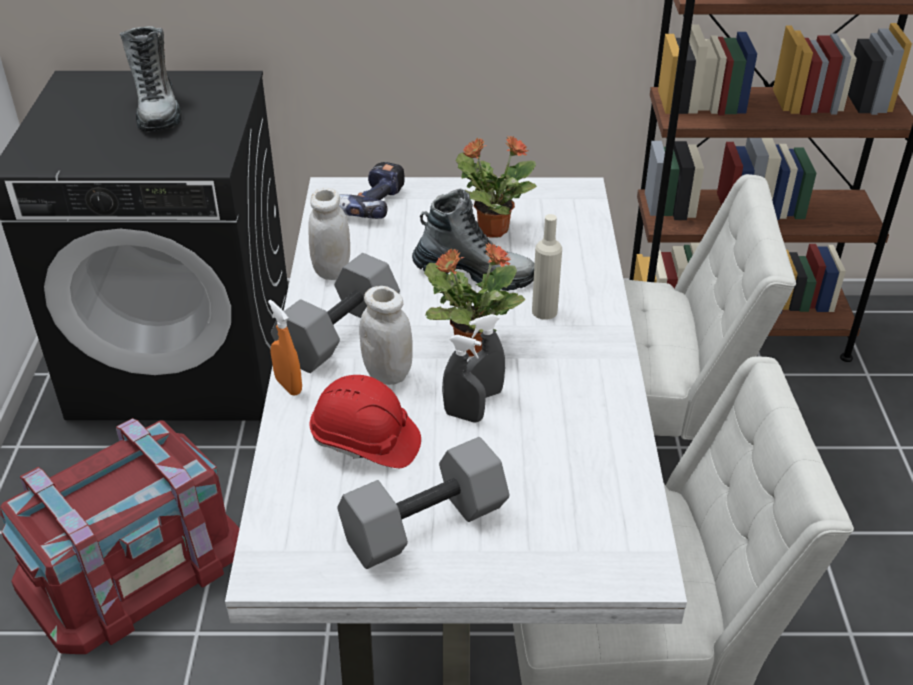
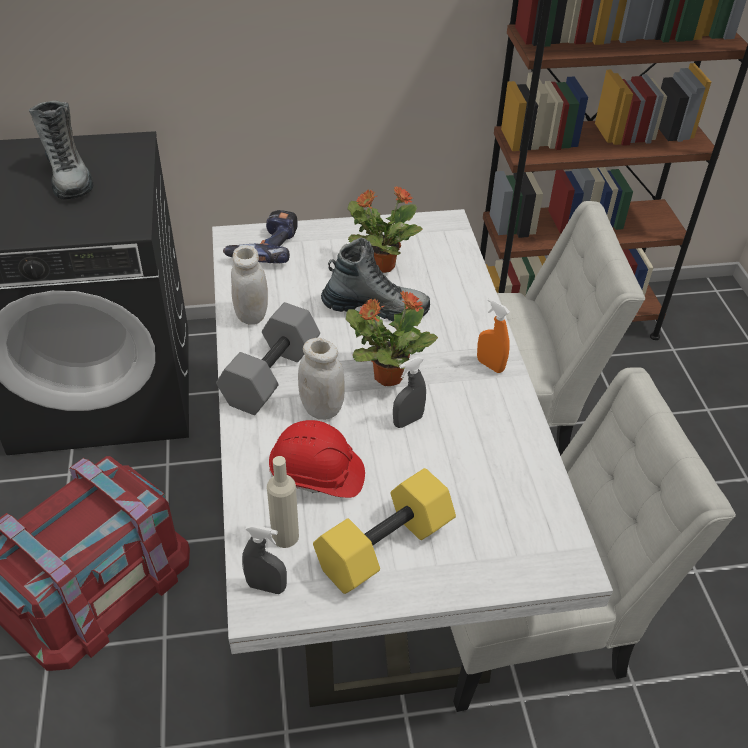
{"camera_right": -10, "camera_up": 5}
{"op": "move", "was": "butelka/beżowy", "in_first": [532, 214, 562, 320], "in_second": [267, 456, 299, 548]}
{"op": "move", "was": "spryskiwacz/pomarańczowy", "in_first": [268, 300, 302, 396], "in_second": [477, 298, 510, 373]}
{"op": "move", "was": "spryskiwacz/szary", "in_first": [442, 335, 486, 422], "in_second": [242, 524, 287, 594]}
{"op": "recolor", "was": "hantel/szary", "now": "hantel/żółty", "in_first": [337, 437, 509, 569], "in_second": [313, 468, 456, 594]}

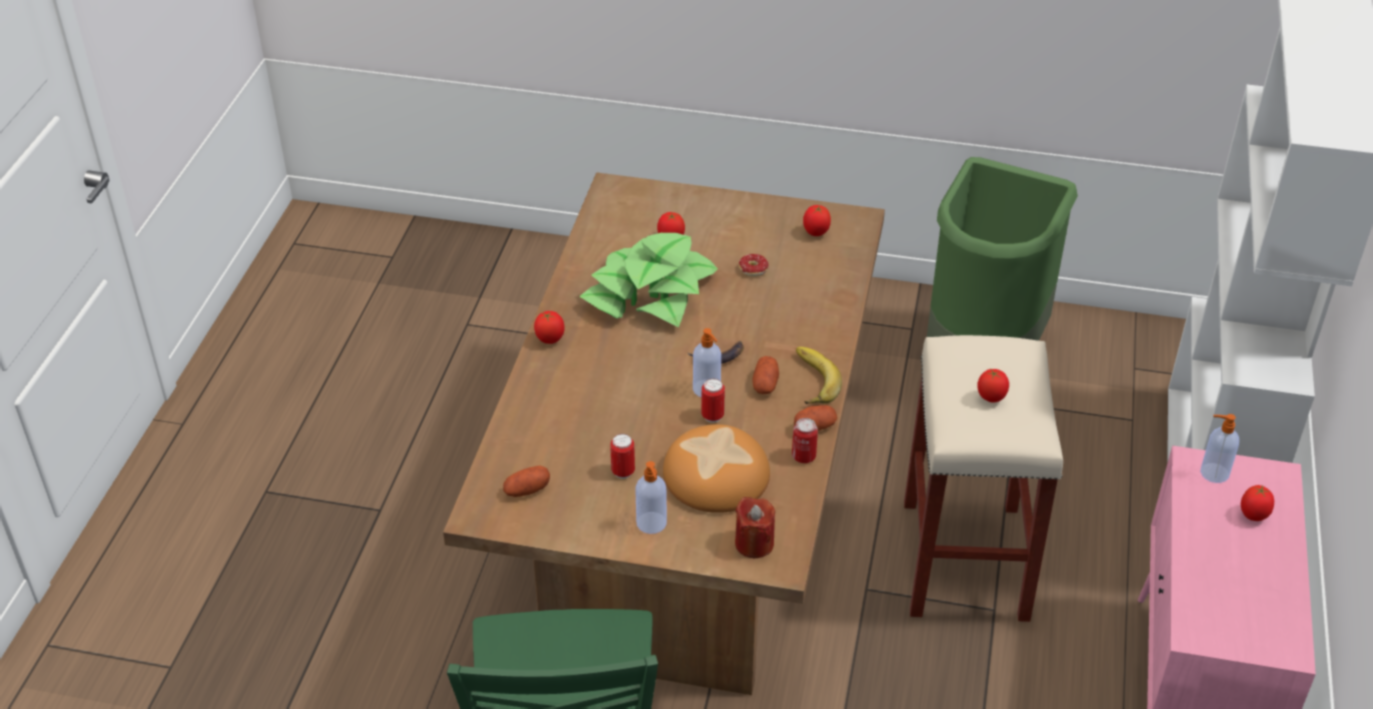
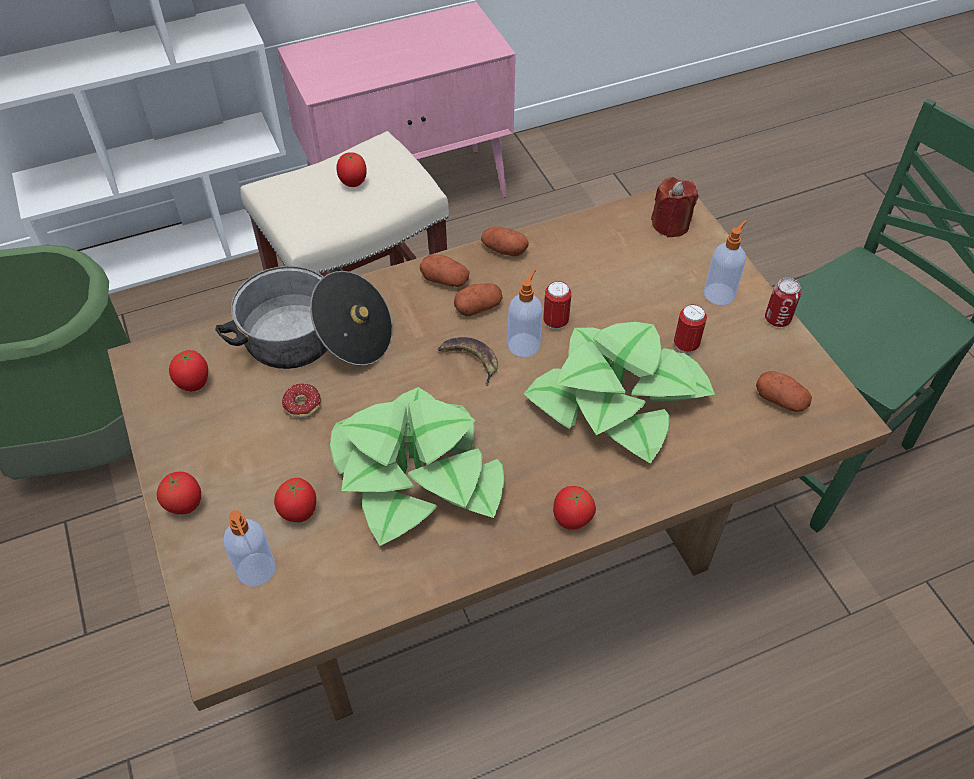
{"camera_right": -125, "camera_up": 10}
{"op": "replace", "was": "banan", "now": "ziemniak", "in_first": [796, 347, 842, 404], "in_second": [420, 254, 470, 287]}
{"op": "move", "was": "dozownik mydła", "in_first": [1200, 414, 1239, 483], "in_second": [224, 510, 276, 587]}
{"op": "move", "was": "puszka", "in_first": [792, 418, 818, 463], "in_second": [765, 278, 801, 327]}
{"op": "delete", "was": "chleb", "in_first": [663, 424, 770, 513]}
{"op": "move", "was": "pomidor", "in_first": [1241, 485, 1274, 521], "in_second": [157, 472, 201, 514]}
{"op": "insert", "now": "garnek", "in_second": [215, 266, 393, 369]}
{"op": "insert", "now": "roślina doniczkowa", "in_second": [524, 322, 715, 464]}

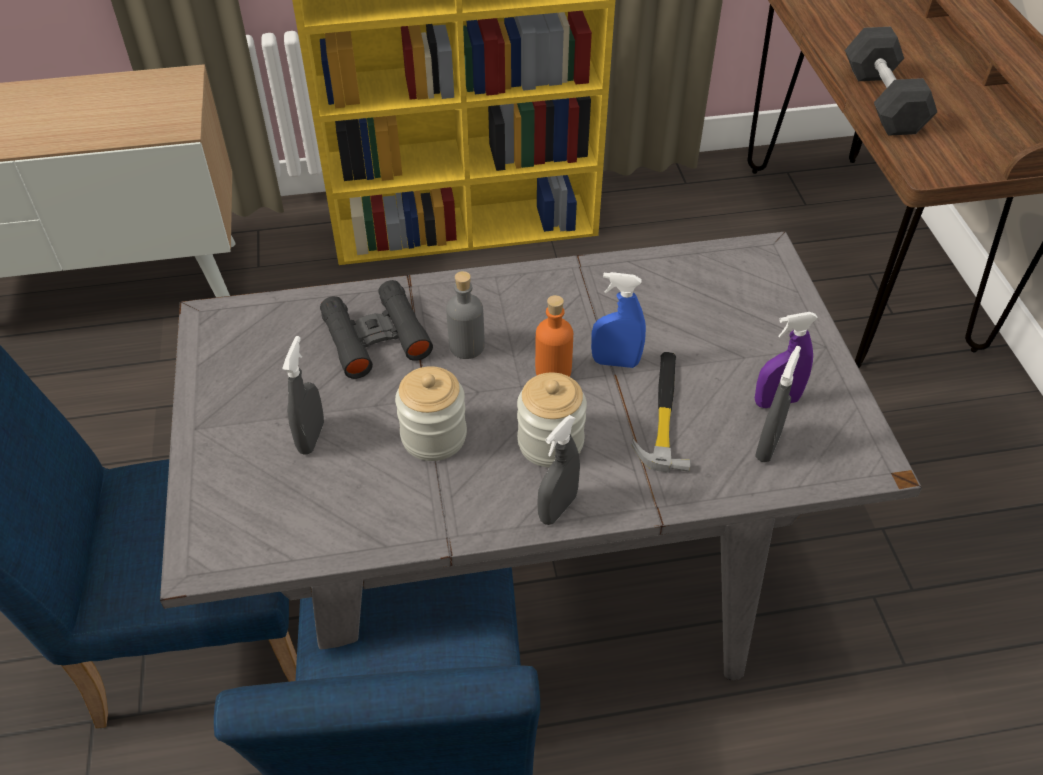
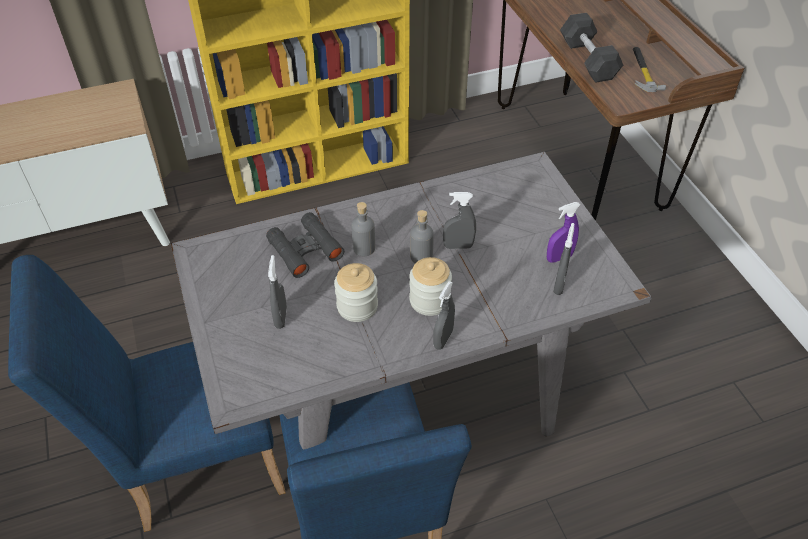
{"camera_right": -10, "camera_up": 0}
{"op": "recolor", "was": "spryskiwacz/niebieski", "now": "spryskiwacz/szary", "in_first": [591, 272, 646, 368], "in_second": [443, 192, 476, 249]}
{"op": "recolor", "was": "butelka/pomarańczowy", "now": "butelka/szary", "in_first": [535, 295, 573, 377], "in_second": [410, 210, 434, 263]}
{"op": "move", "was": "młotek", "in_first": [632, 352, 691, 473], "in_second": [633, 47, 666, 92]}

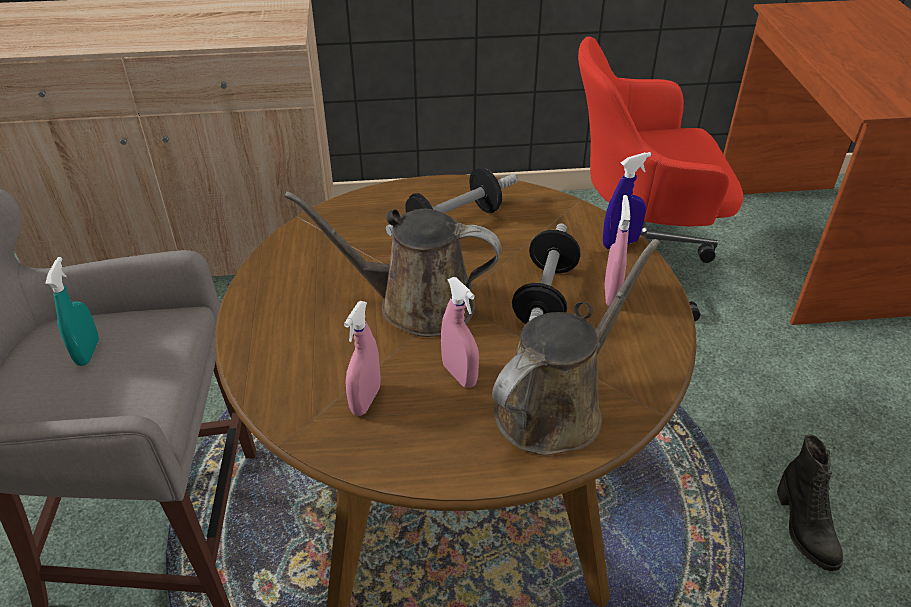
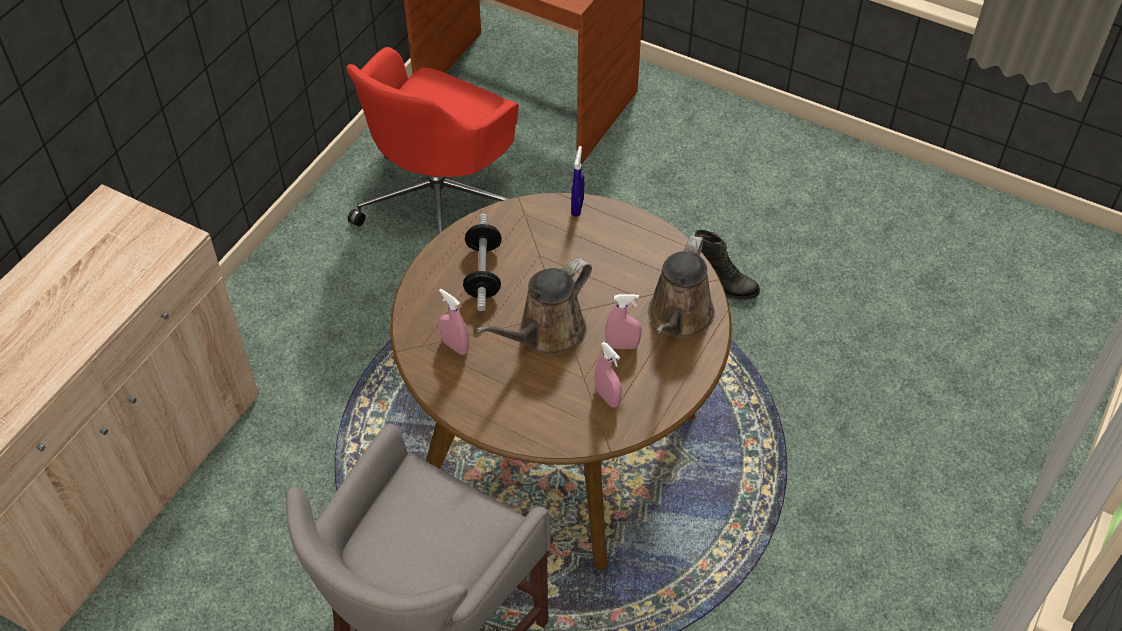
{"camera_right": -55, "camera_up": 10}
{"op": "move", "was": "spryskiwacz/różowy", "in_first": [605, 195, 630, 306], "in_second": [439, 289, 469, 355]}
{"op": "delete", "was": "hantel", "in_first": [512, 223, 581, 324]}
{"op": "rotate", "was": "konewka/brązowy", "in_first": [492, 239, 660, 455], "in_second": [648, 235, 715, 338], "clockwise": -150}
{"op": "delete", "was": "spryskiwacz/turkusowy", "in_first": [45, 257, 99, 366]}

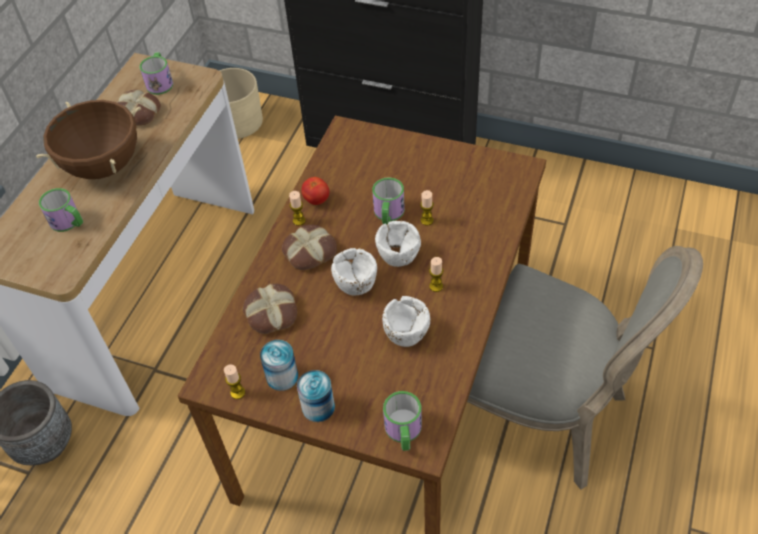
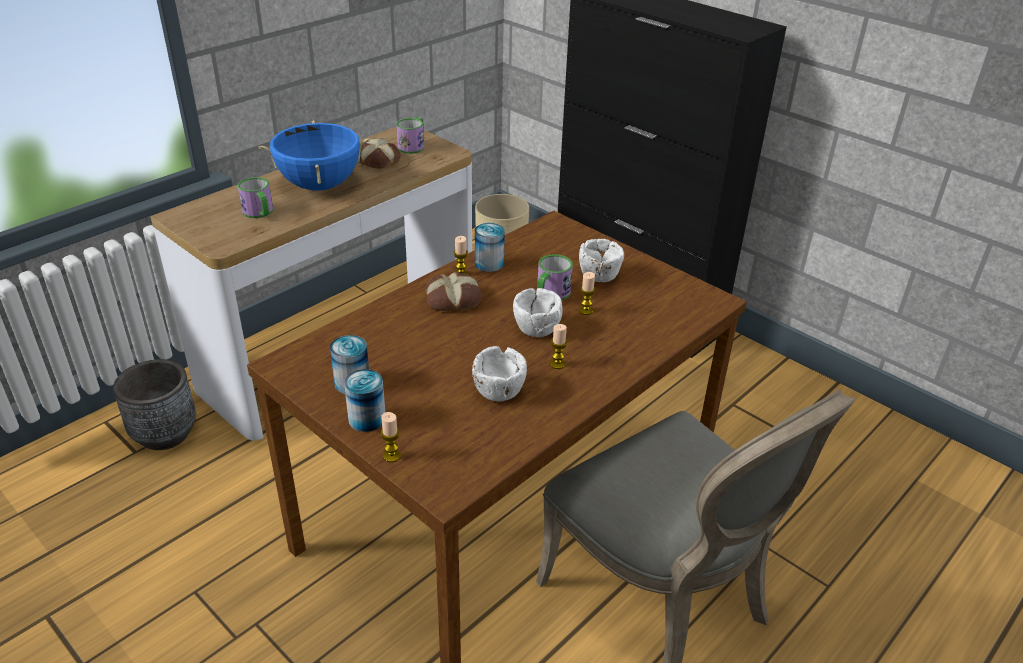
{"camera_right": 20, "camera_up": -15}
{"op": "recolor", "was": "garnek/brązowy", "now": "garnek/niebieski", "in_first": [36, 100, 141, 179], "in_second": [258, 120, 371, 191]}
{"op": "replace", "was": "pomidor", "now": "puszka", "in_first": [302, 177, 329, 205], "in_second": [475, 223, 505, 272]}
{"op": "move", "was": "miska/biały", "in_first": [331, 248, 377, 295], "in_second": [579, 239, 624, 282]}
{"op": "delete", "was": "chleb", "in_first": [243, 283, 297, 334]}
{"op": "move", "was": "świeca", "in_first": [224, 365, 245, 399], "in_second": [381, 412, 401, 462]}
{"op": "delete", "was": "kubek", "in_first": [383, 391, 422, 451]}

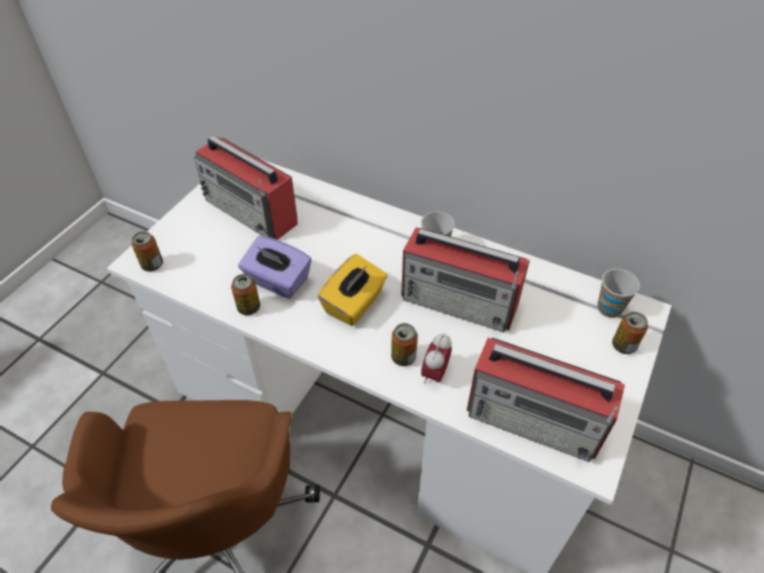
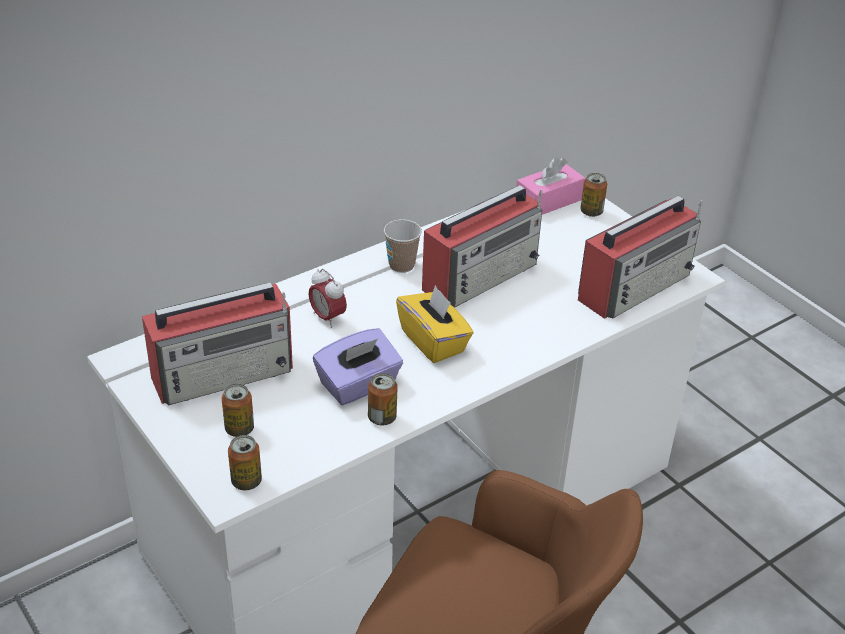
{"camera_right": -65, "camera_up": -10}
{"op": "replace", "was": "filiżanka", "now": "pudełko chusteczek/różowy", "in_first": [598, 269, 640, 318], "in_second": [517, 157, 585, 215]}
{"op": "move", "was": "puszka", "in_first": [391, 323, 418, 366], "in_second": [222, 384, 254, 437]}
{"op": "move", "was": "budzik", "in_first": [421, 333, 452, 383], "in_second": [309, 269, 347, 328]}

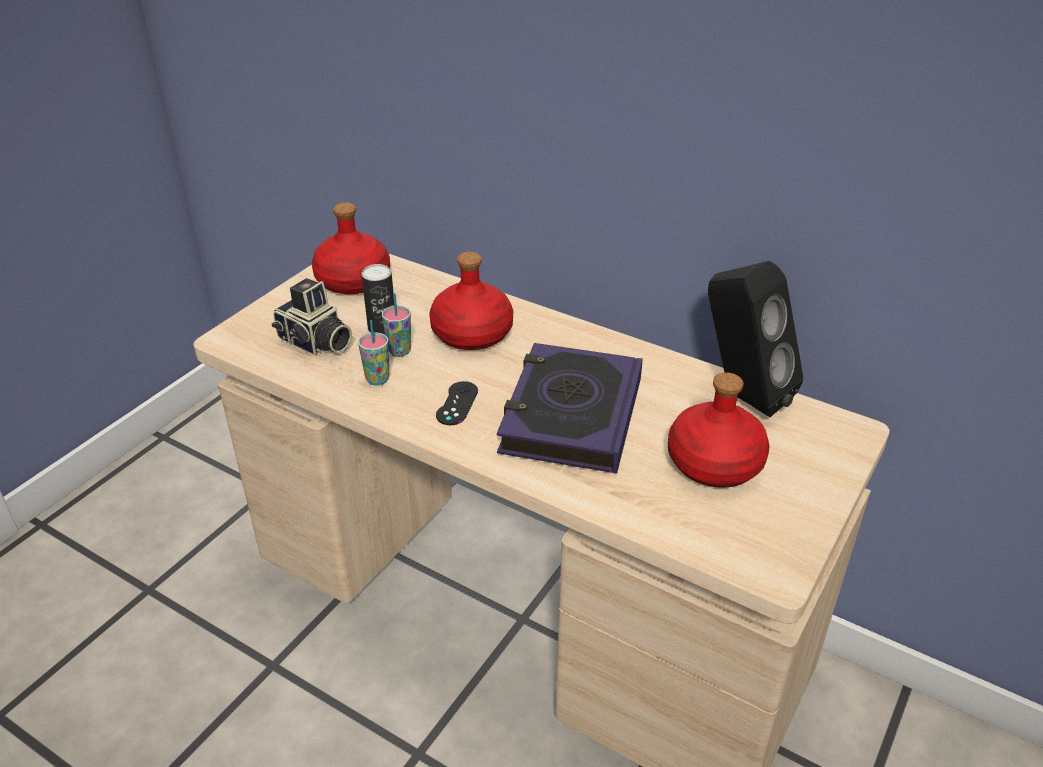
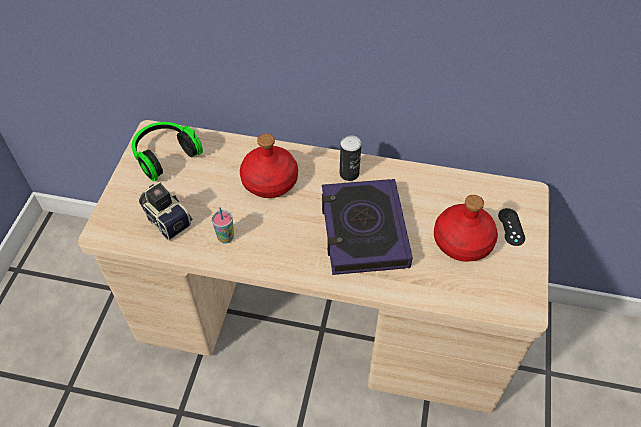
{"camera_right": -20, "camera_up": 15}
{"op": "replace", "was": "butelka/czerwony", "now": "słuchawki", "in_first": [312, 202, 390, 294], "in_second": [132, 122, 203, 181]}
{"op": "delete", "was": "głośnik/czarny", "in_first": [708, 261, 803, 417]}
{"op": "move", "was": "puszka", "in_first": [361, 264, 394, 335], "in_second": [340, 135, 361, 181]}
{"op": "rotate", "was": "aparat fotograficzny", "in_first": [272, 278, 352, 355], "in_second": [138, 181, 192, 241], "clockwise": -150}
{"op": "delete", "was": "filiżanka", "in_first": [382, 293, 411, 357]}
{"op": "move", "was": "pad do gier/czarny", "in_first": [436, 381, 478, 425], "in_second": [498, 208, 525, 246]}

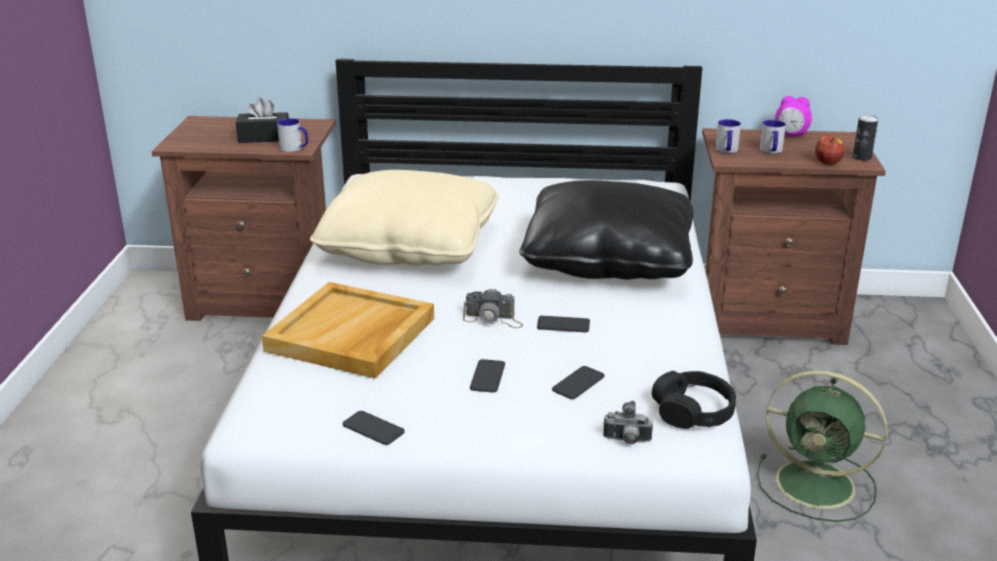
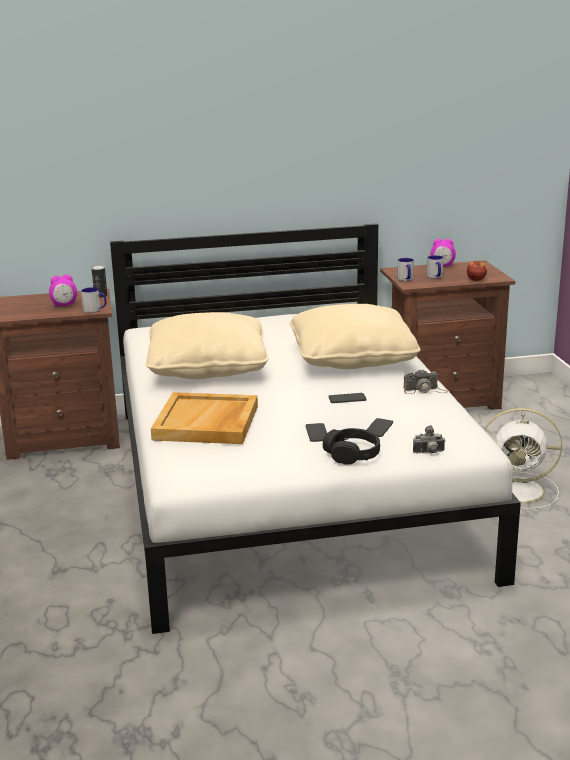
{"camera_right": -15, "camera_up": -5}
{"op": "replace", "was": "pudełko chusteczek/czarny", "now": "budzik", "in_first": [236, 97, 289, 143], "in_second": [49, 275, 77, 306]}
{"op": "move", "was": "puszka", "in_first": [853, 115, 878, 161], "in_second": [91, 265, 107, 298]}
{"op": "recolor", "was": "poduszka/czarny", "now": "poduszka/beżowy", "in_first": [519, 180, 694, 280], "in_second": [290, 304, 420, 369]}
{"op": "move", "was": "aparat fotograficzny", "in_first": [463, 288, 523, 328], "in_second": [404, 369, 448, 394]}
{"op": "recolor", "was": "wentylator/zielony", "now": "wentylator/biały", "in_first": [757, 370, 888, 522], "in_second": [484, 408, 562, 509]}
{"op": "move", "was": "słuchawki/czarny", "in_first": [652, 371, 736, 429], "in_second": [323, 428, 380, 465]}
{"op": "delete", "was": "telefon", "in_first": [343, 411, 405, 445]}

